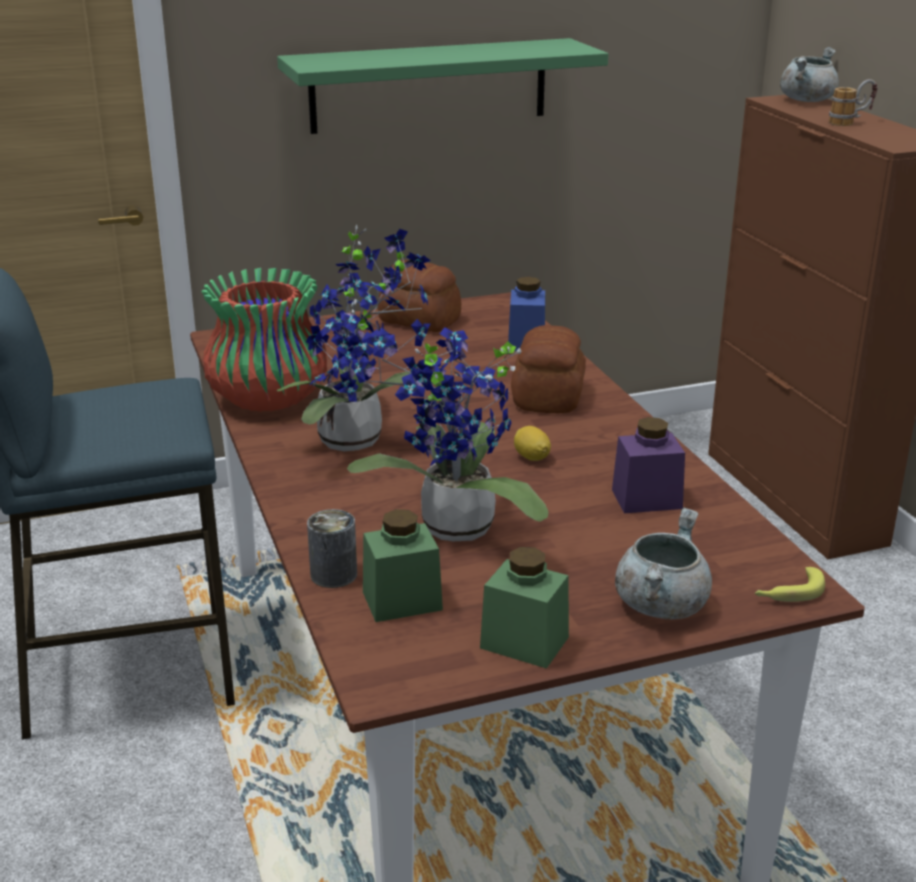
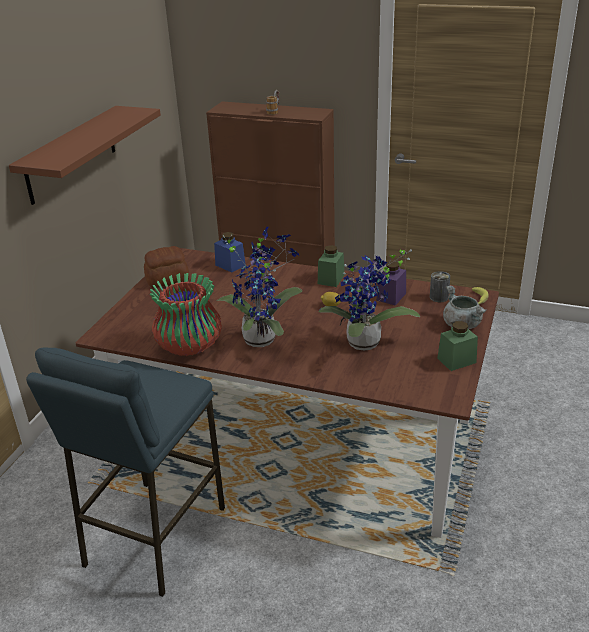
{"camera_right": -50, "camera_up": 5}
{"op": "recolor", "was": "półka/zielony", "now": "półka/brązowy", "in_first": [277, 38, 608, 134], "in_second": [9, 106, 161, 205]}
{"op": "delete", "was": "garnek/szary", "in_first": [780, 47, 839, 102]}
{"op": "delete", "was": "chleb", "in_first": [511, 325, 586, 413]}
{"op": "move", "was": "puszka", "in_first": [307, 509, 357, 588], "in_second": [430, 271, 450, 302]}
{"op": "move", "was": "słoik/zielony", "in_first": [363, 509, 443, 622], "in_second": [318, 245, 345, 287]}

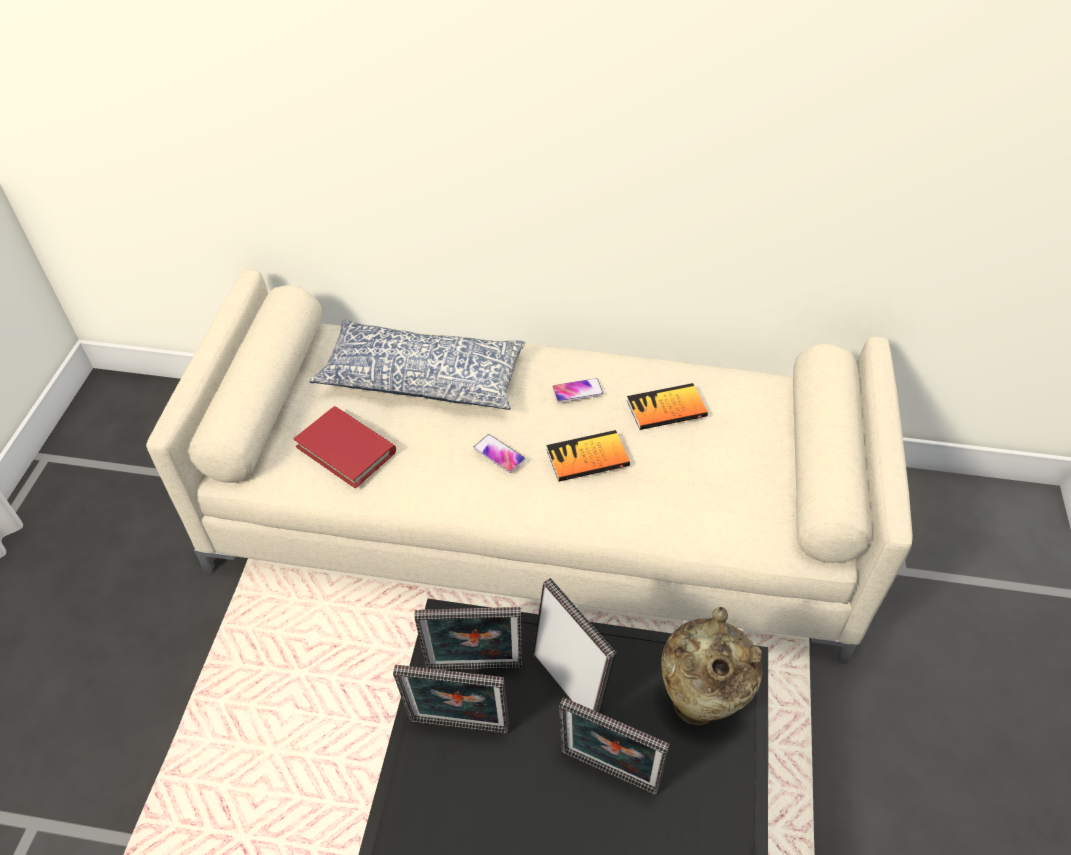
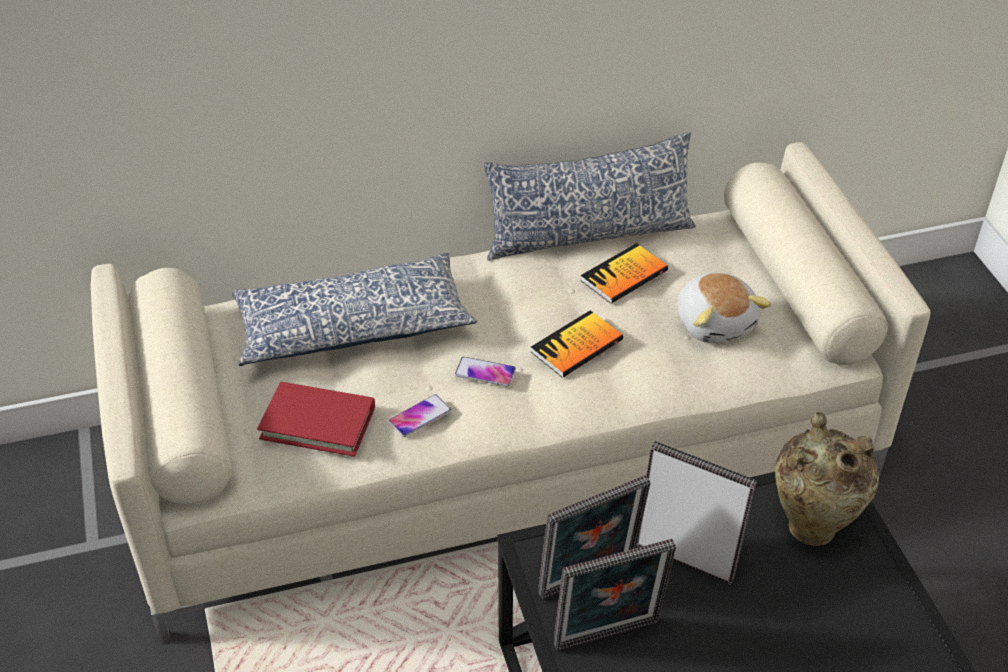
{"camera_right": -25, "camera_up": -5}
{"op": "move", "was": "telefon", "in_first": [552, 378, 603, 402], "in_second": [389, 394, 451, 437]}
{"op": "delete", "was": "ramka na zdjęcie", "in_first": [559, 697, 669, 795]}
{"op": "insert", "now": "poduszka", "in_second": [484, 132, 696, 261]}
{"op": "insert", "now": "pluszak", "in_second": [677, 273, 771, 343]}

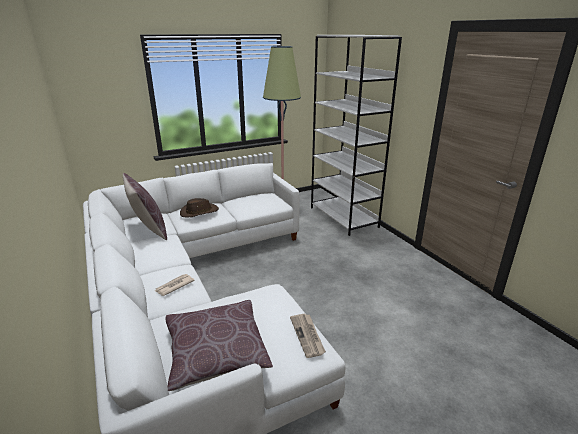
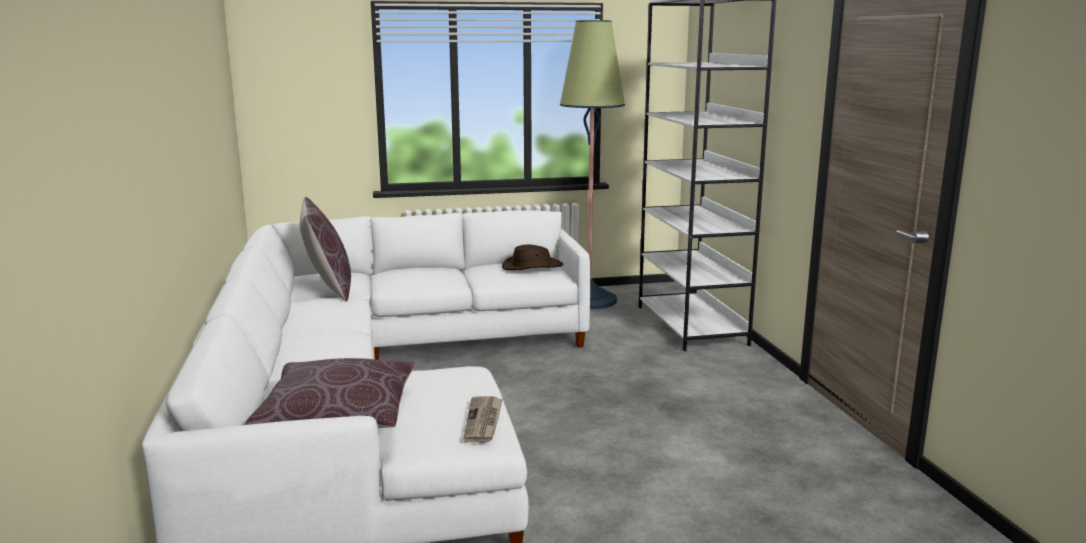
{"camera_right": 15, "camera_up": -10}
{"op": "move", "was": "kapelusz/brązowy", "in_first": [180, 198, 219, 217], "in_second": [502, 245, 563, 270]}
{"op": "delete", "was": "gazeta", "in_first": [155, 274, 195, 296]}

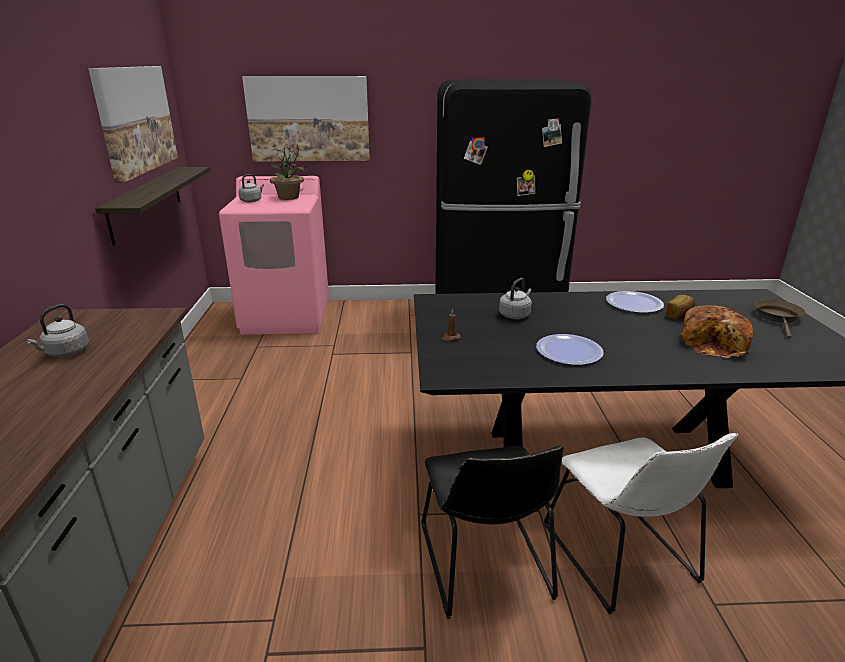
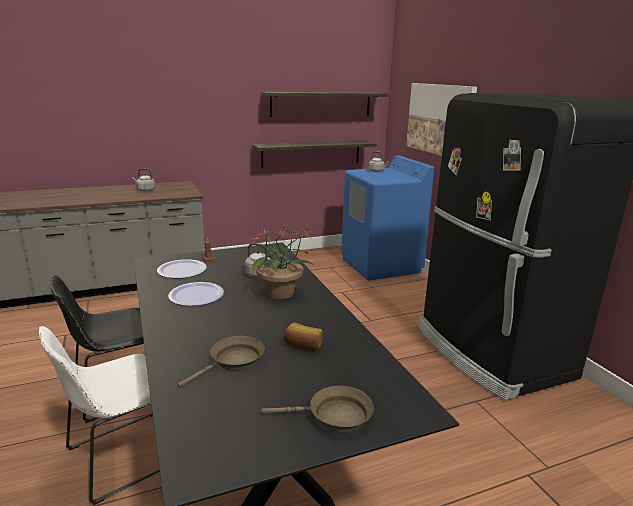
{"camera_right": 70, "camera_up": -5}
{"op": "replace", "was": "obraz", "now": "półka", "in_first": [88, 66, 178, 183], "in_second": [261, 92, 388, 117]}
{"op": "move", "was": "roślina doniczkowa", "in_first": [264, 143, 304, 200], "in_second": [250, 225, 314, 299]}
{"op": "recolor", "was": "pralka/różowy", "now": "pralka/niebieski", "in_first": [219, 176, 329, 334], "in_second": [341, 156, 434, 281]}
{"op": "move", "was": "talerz", "in_first": [606, 291, 664, 313], "in_second": [157, 259, 207, 278]}
{"op": "replace", "was": "chleb", "now": "patelnia/brązowy", "in_first": [681, 305, 753, 358], "in_second": [178, 336, 265, 387]}

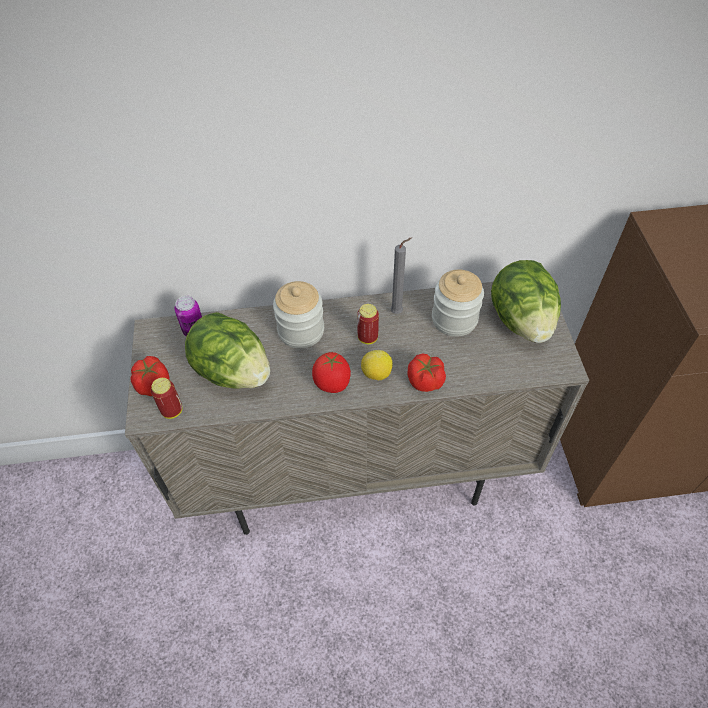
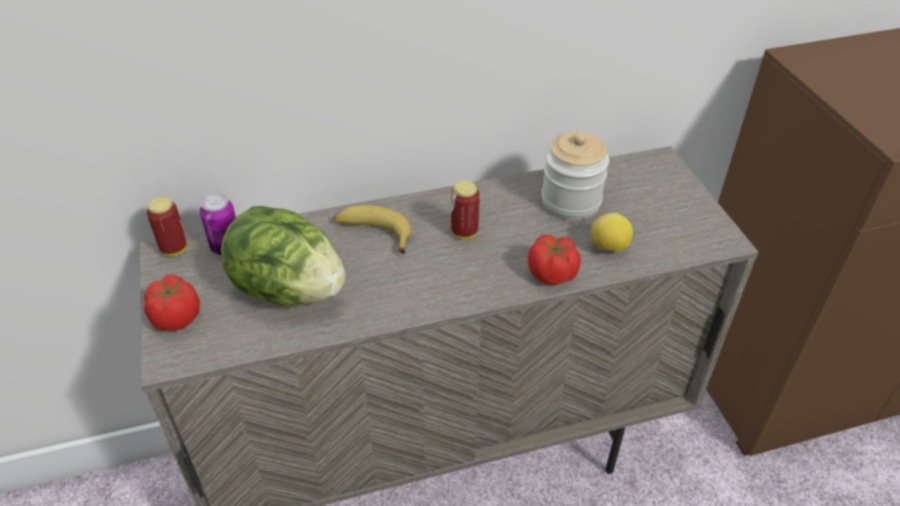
{"camera_right": -10, "camera_up": -10}
{"op": "delete", "was": "świeca/szary", "in_first": [391, 237, 412, 314]}
{"op": "delete", "was": "sałata", "in_first": [491, 260, 561, 343]}
{"op": "replace", "was": "słoik", "now": "banan", "in_first": [273, 281, 324, 349], "in_second": [334, 205, 412, 253]}
{"op": "move", "was": "cytryna", "in_first": [361, 350, 393, 380], "in_second": [591, 213, 633, 252]}
{"op": "delete", "was": "pomidor", "in_first": [312, 352, 351, 393]}
{"op": "move", "was": "puszka", "in_first": [151, 378, 183, 419], "in_second": [147, 197, 188, 256]}

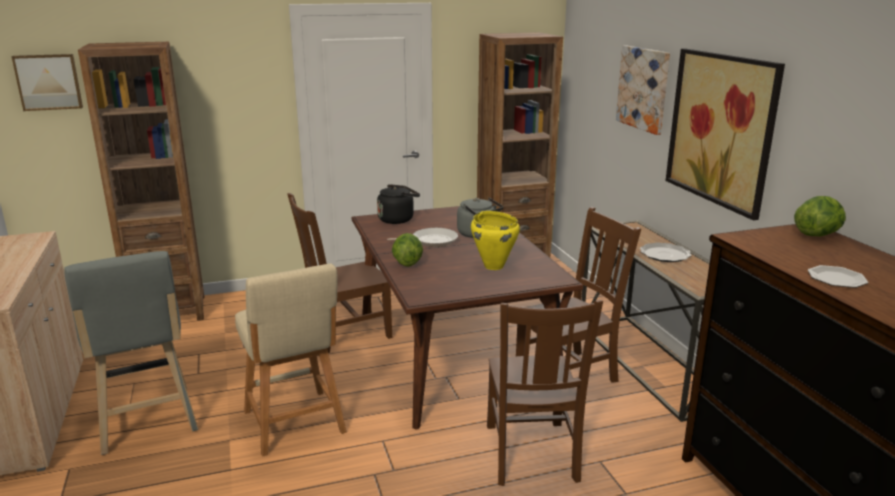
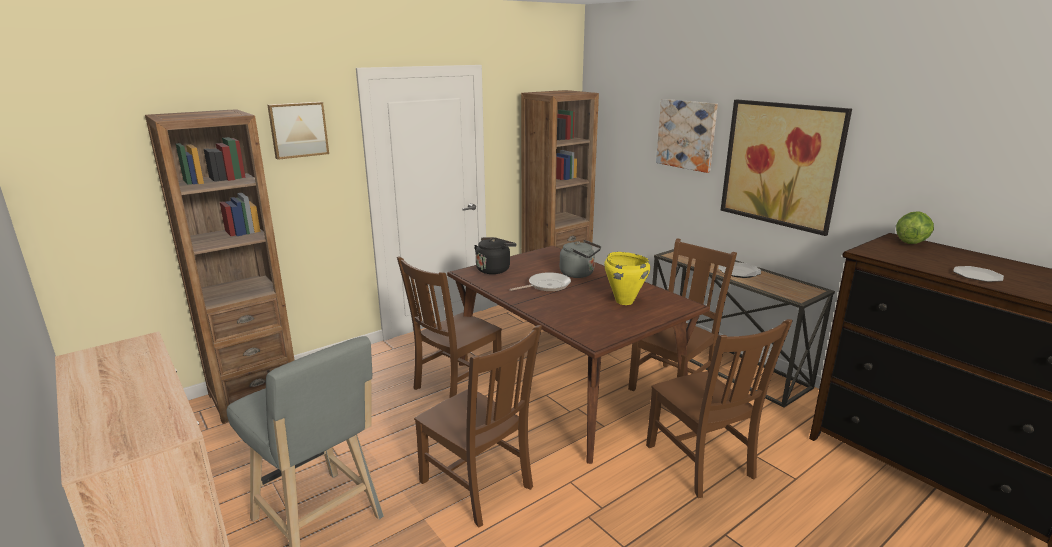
{"camera_right": -20, "camera_up": 0}
{"op": "move", "was": "obraz", "in_first": [11, 54, 83, 111], "in_second": [267, 102, 329, 160]}
{"op": "delete", "was": "sałata", "in_first": [392, 233, 423, 267]}
{"op": "replace", "was": "stołek/beżowy", "now": "krzesło/brązowy", "in_first": [235, 264, 347, 457], "in_second": [414, 325, 542, 528]}

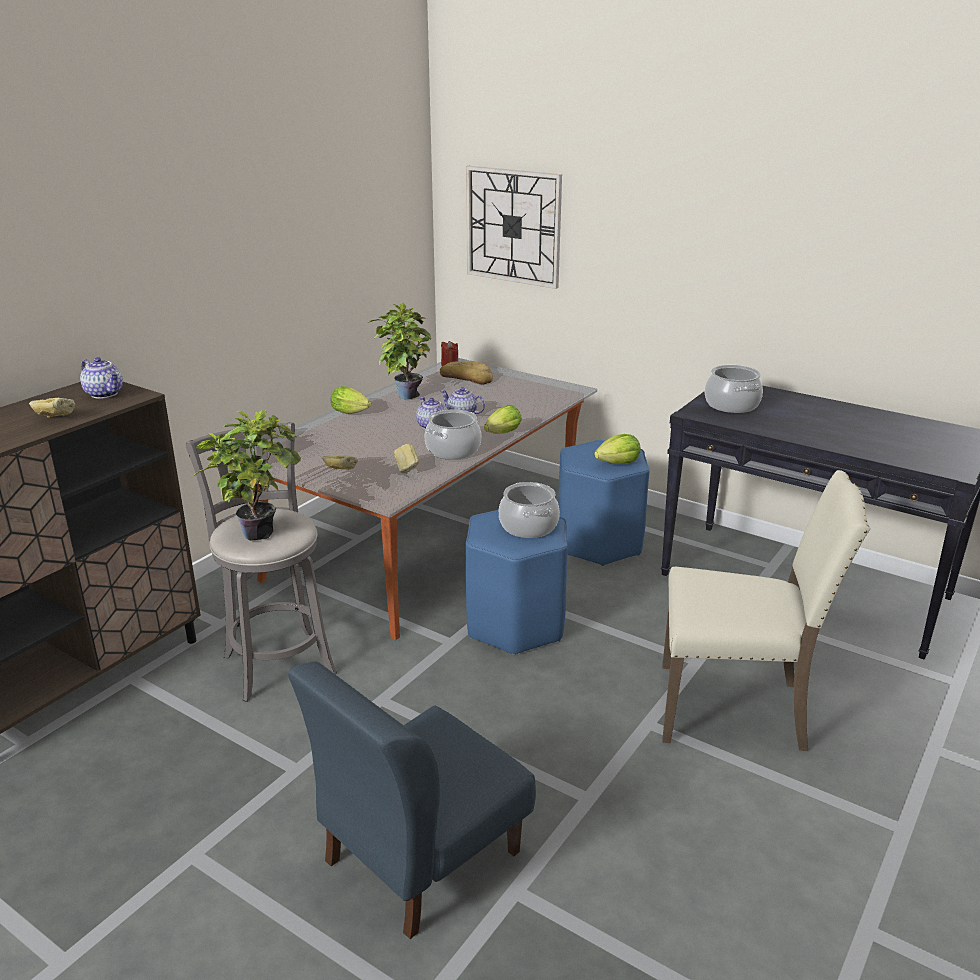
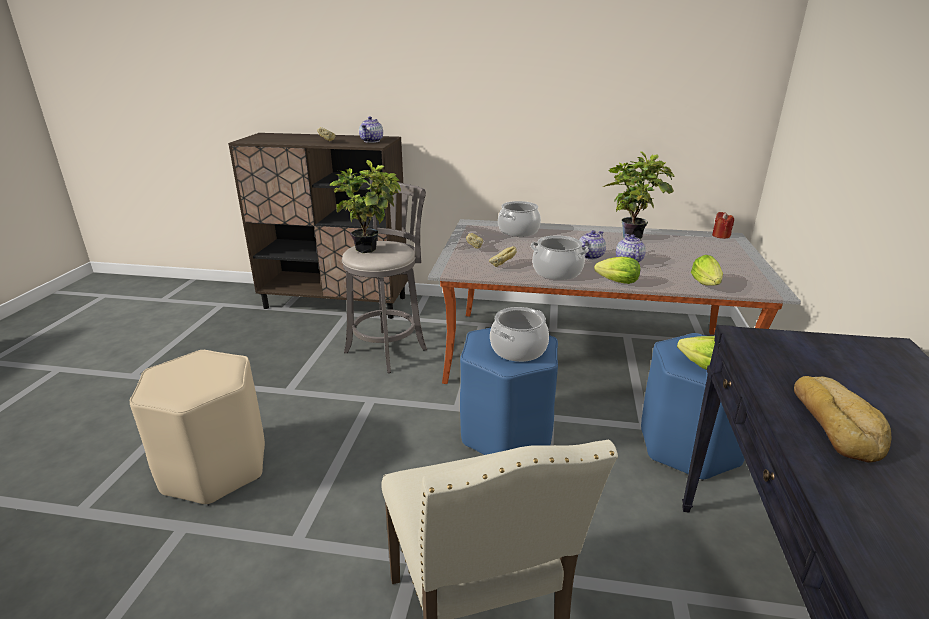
{"camera_right": 65, "camera_up": 0}
{"op": "delete", "was": "zegar ścienny", "in_first": [466, 166, 562, 289]}
{"op": "move", "was": "chleb", "in_first": [440, 361, 493, 385], "in_second": [794, 376, 891, 463]}
{"op": "move", "was": "garnek", "in_first": [705, 365, 763, 413], "in_second": [498, 201, 541, 237]}
{"op": "move", "was": "sałata", "in_first": [331, 386, 371, 414], "in_second": [691, 255, 723, 286]}
{"op": "replace", "was": "krzesło/niebieski", "now": "stołek/beżowy", "in_first": [288, 661, 536, 939], "in_second": [130, 350, 265, 506]}

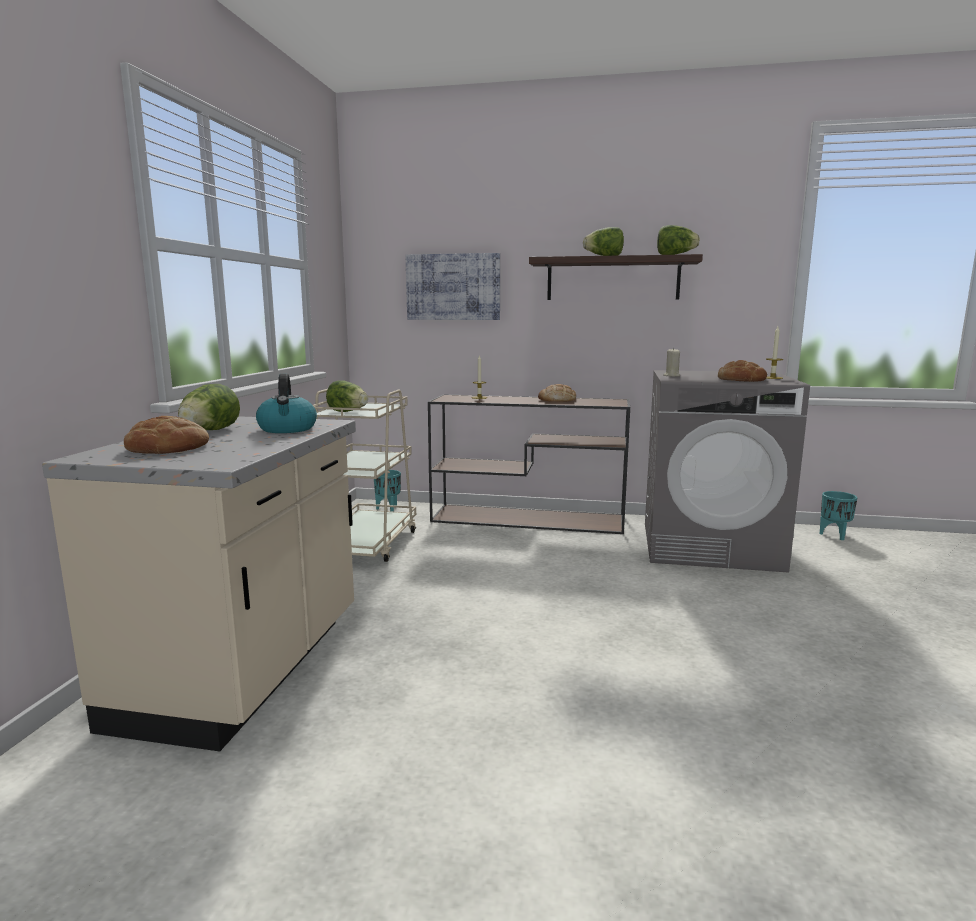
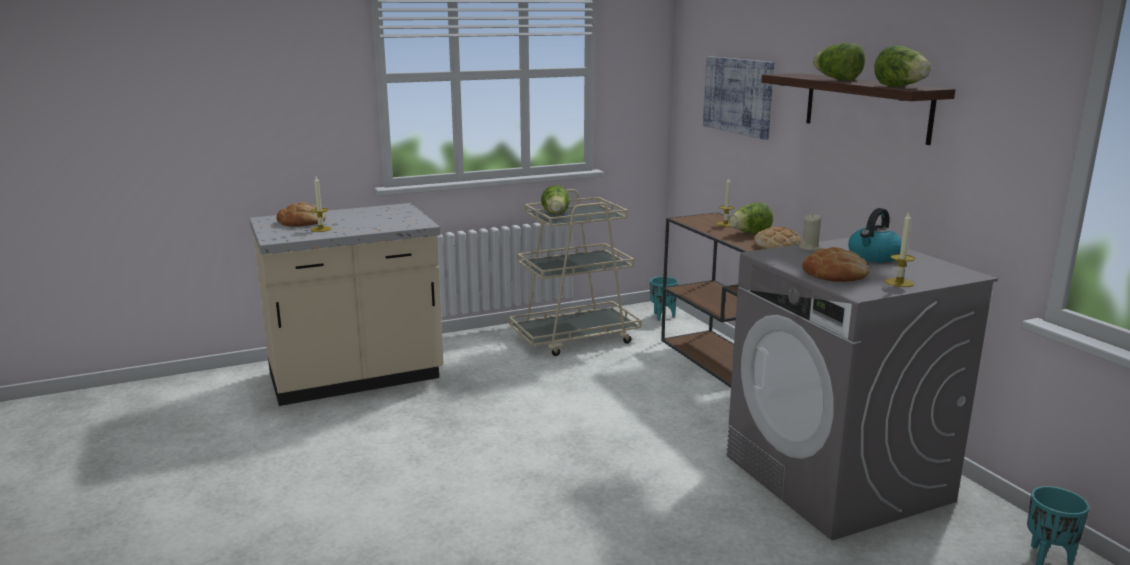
{"camera_right": 55, "camera_up": 5}
{"op": "move", "was": "czajnik", "in_first": [256, 374, 317, 433], "in_second": [848, 208, 902, 263]}
{"op": "move", "was": "sałata", "in_first": [178, 384, 240, 430], "in_second": [729, 202, 773, 233]}
{"op": "insert", "now": "świeca", "in_second": [310, 176, 332, 232]}

